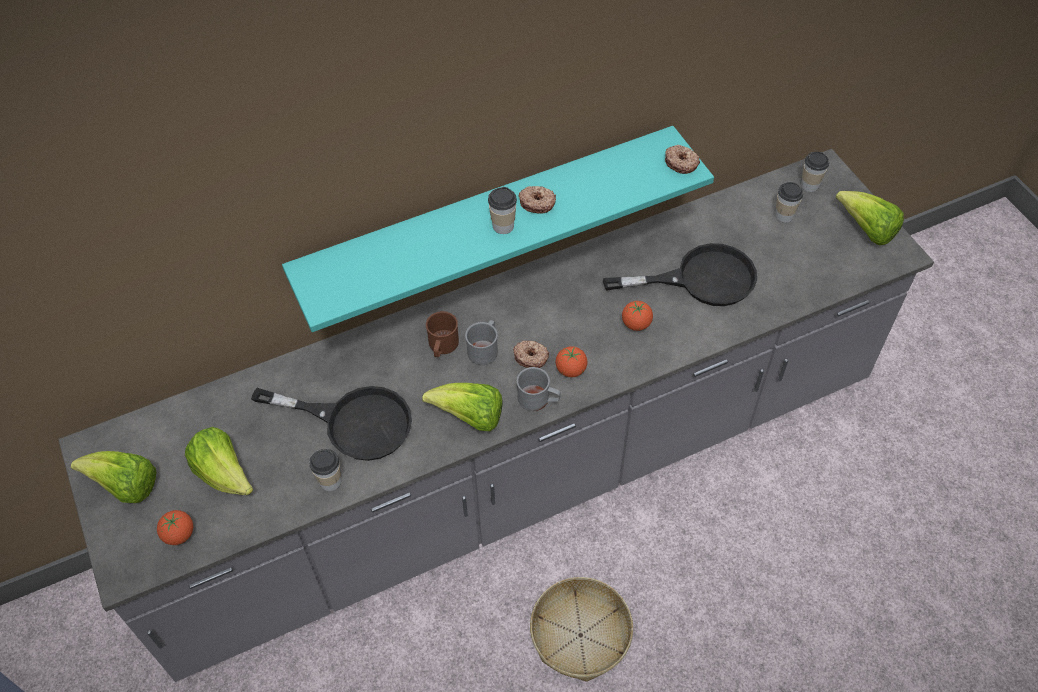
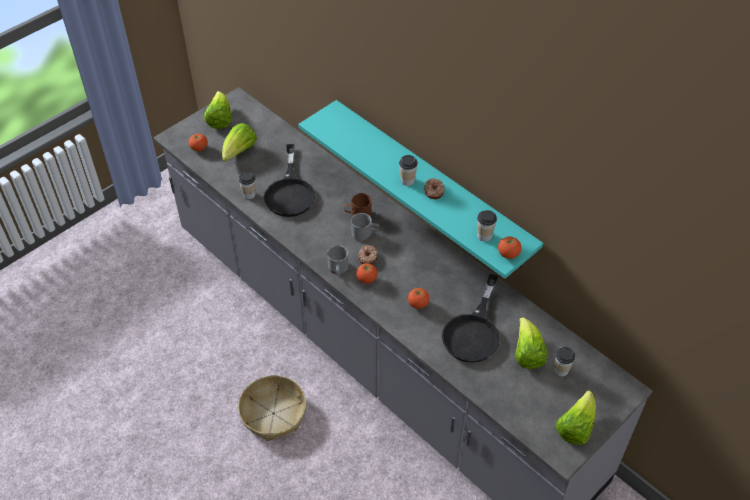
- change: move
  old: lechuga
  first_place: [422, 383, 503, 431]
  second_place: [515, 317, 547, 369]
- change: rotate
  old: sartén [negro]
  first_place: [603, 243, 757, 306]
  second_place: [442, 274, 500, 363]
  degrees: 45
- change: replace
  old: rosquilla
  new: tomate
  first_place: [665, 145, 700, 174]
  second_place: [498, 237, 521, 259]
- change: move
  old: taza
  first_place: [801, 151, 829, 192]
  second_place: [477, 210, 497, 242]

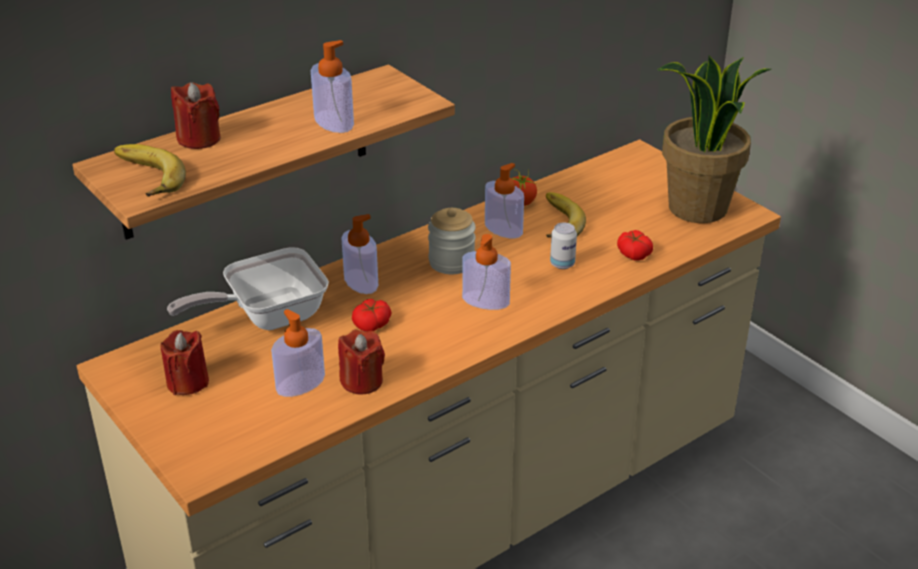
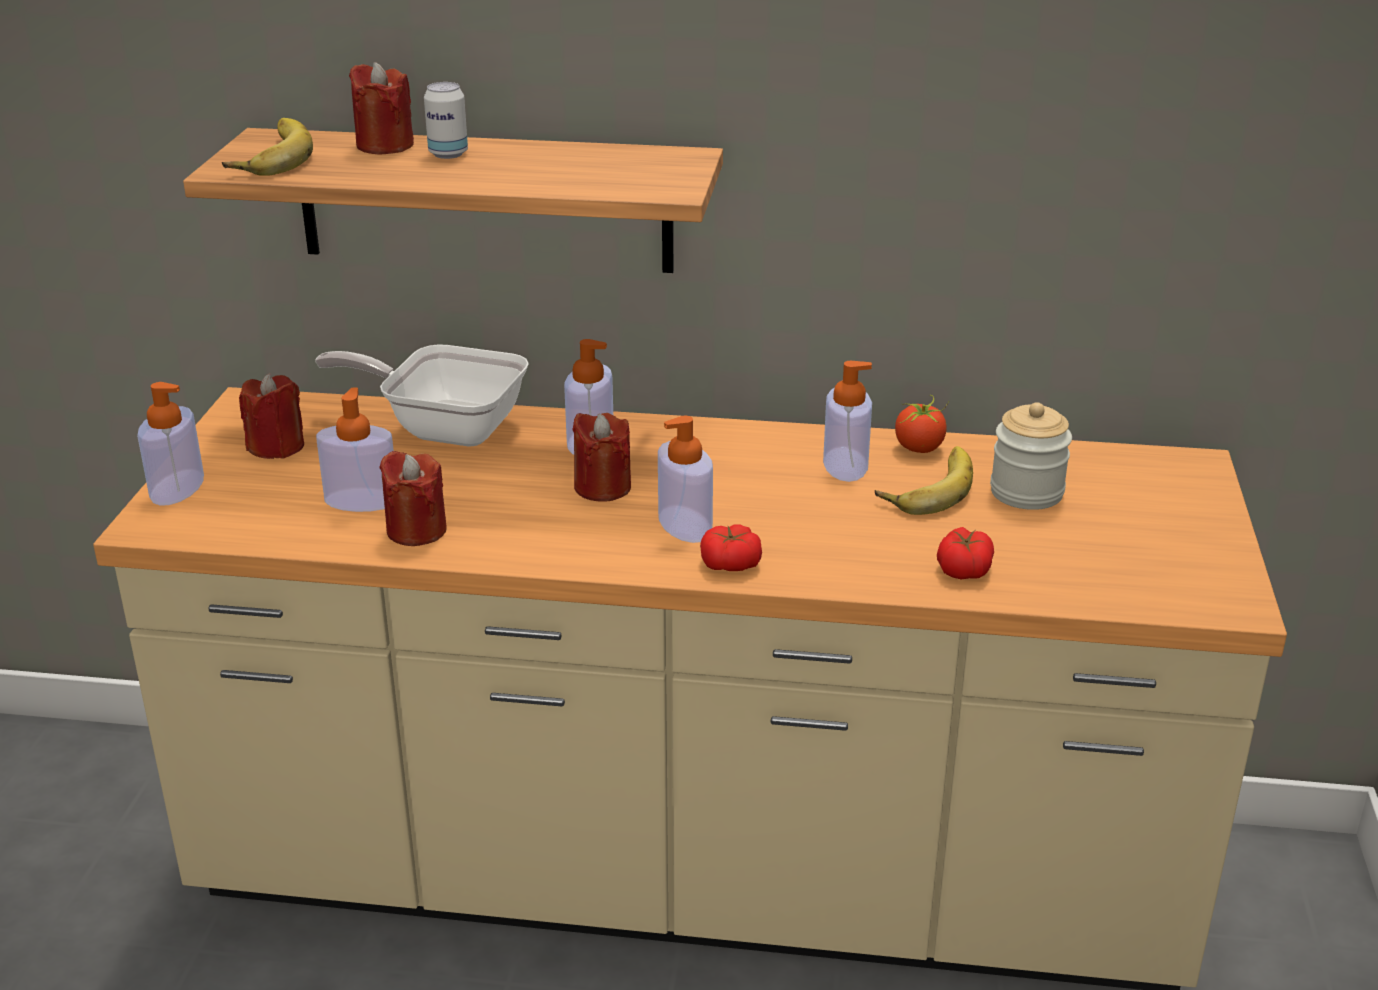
- change: move
  old: dispensador de jabón
  first_place: [311, 40, 354, 133]
  second_place: [137, 382, 204, 506]
- change: move
  old: tomate
  first_place: [352, 299, 392, 332]
  second_place: [700, 524, 762, 571]
- change: move
  old: tarro
  first_place: [428, 207, 476, 274]
  second_place: [990, 402, 1072, 510]
- change: move
  old: lata
  first_place: [550, 223, 577, 269]
  second_place: [424, 82, 468, 159]
- change: delete
  old: planta en maceta
  first_place: [658, 55, 771, 223]
- change: insert
  new: vela [rojo]
  second_place: [572, 413, 631, 502]

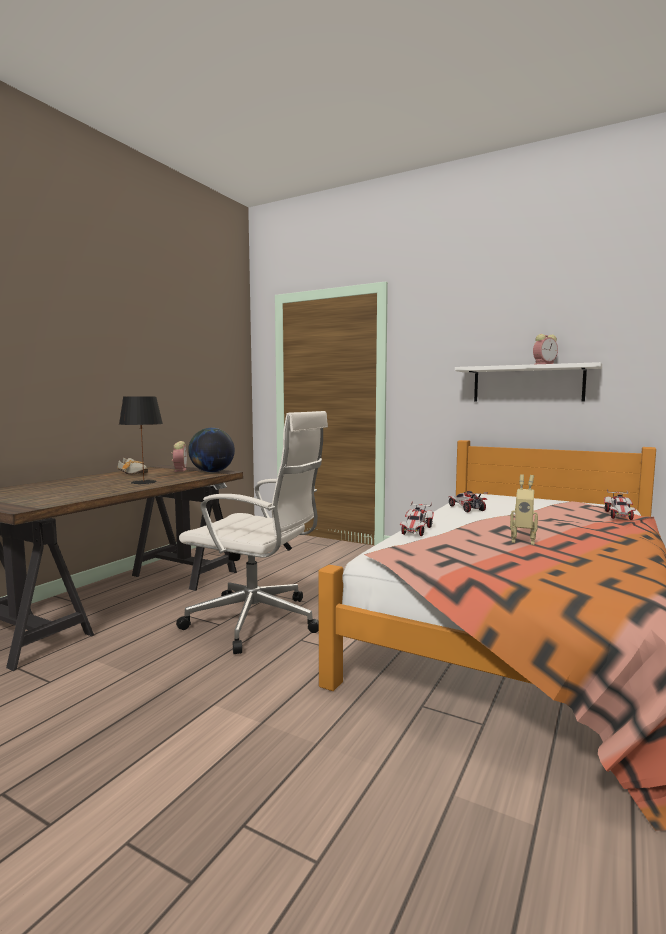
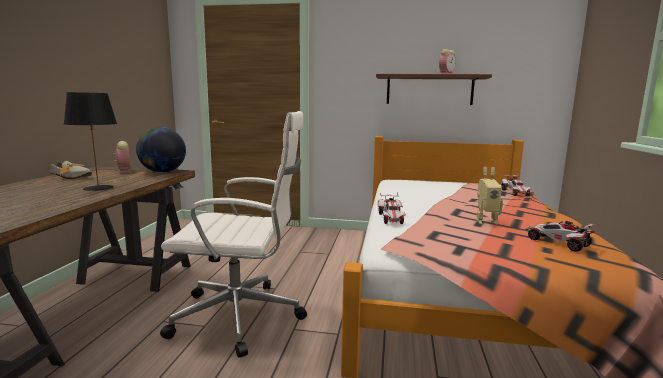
- change: move
  old: coche de juguete
  first_place: [449, 491, 488, 513]
  second_place: [525, 221, 600, 252]
- change: recolor
  old: estante [blanco]
  new: estante [marrón]
  first_place: [455, 362, 602, 402]
  second_place: [376, 74, 492, 105]

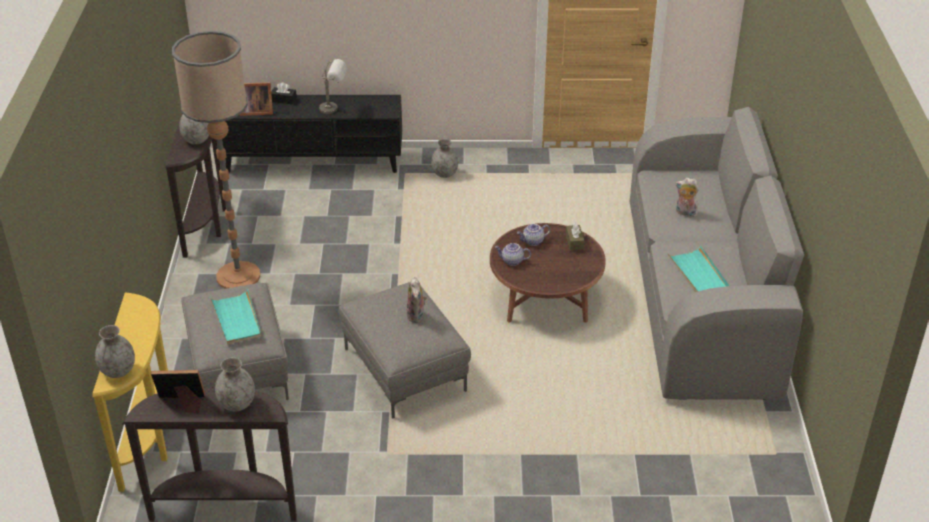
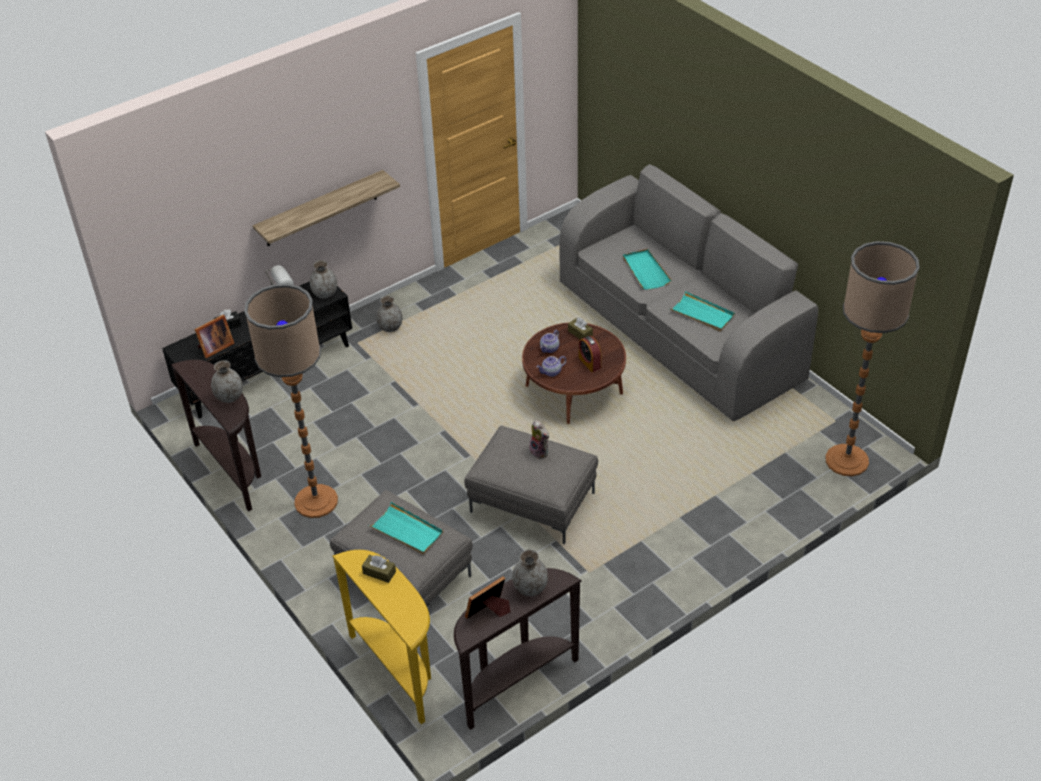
- change: move
  old: florero [gris]
  first_place: [95, 325, 135, 378]
  second_place: [310, 260, 337, 299]
- change: replace
  old: peluche
  new: bandeja [turquesa]
  first_place: [675, 178, 699, 217]
  second_place: [623, 249, 671, 290]
- change: insert
  new: estante
  second_place: [253, 170, 400, 246]
- change: insert
  new: caja de pañuelos [marrón]
  second_place: [362, 555, 396, 583]
- change: insert
  new: despertador
  second_place: [579, 336, 601, 372]
- change: insert
  new: lámpara de pie
  second_place: [825, 241, 920, 476]

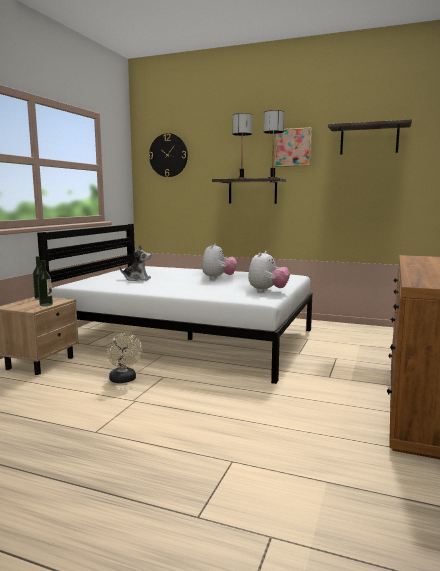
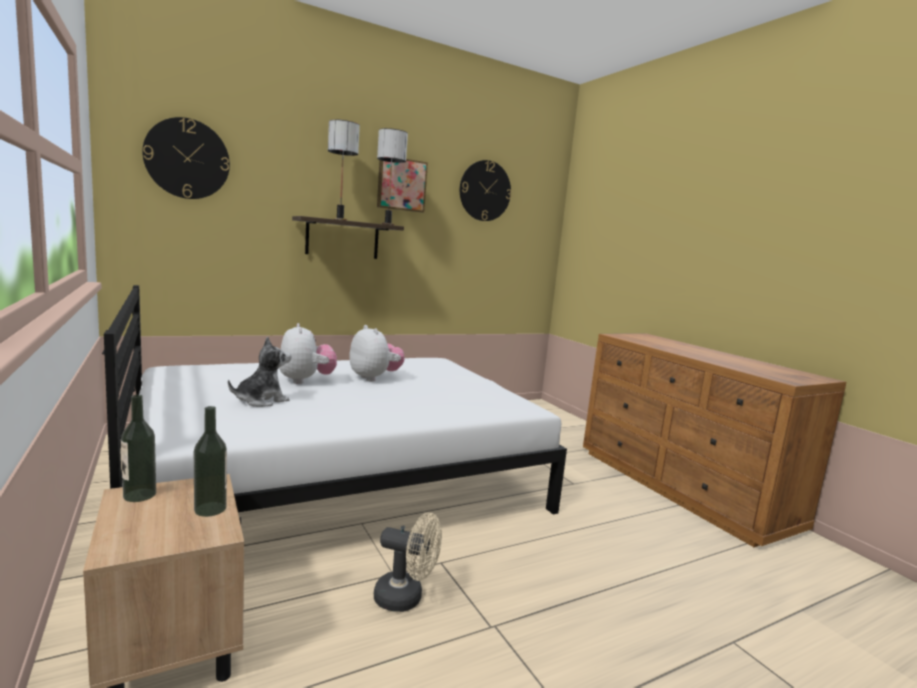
- change: move
  old: peluche
  first_place: [248, 251, 290, 292]
  second_place: [279, 323, 337, 384]
- change: replace
  old: estante
  new: reloj de pared
  first_place: [328, 119, 412, 155]
  second_place: [460, 160, 512, 221]

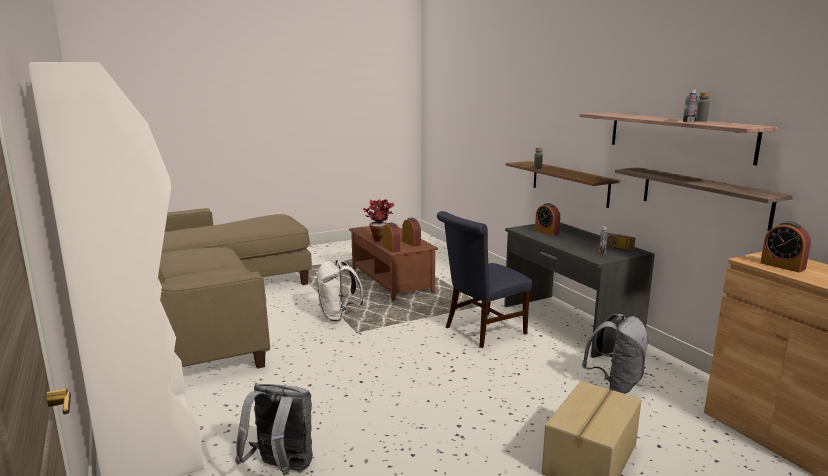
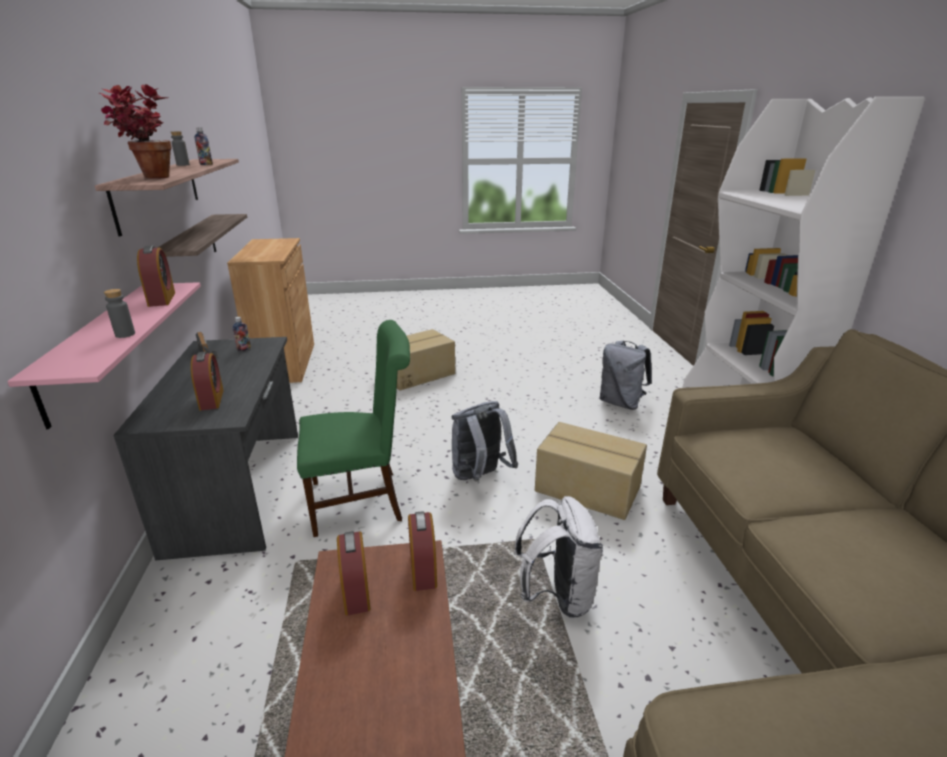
- change: move
  old: planta en maceta
  first_place: [363, 199, 394, 242]
  second_place: [99, 84, 171, 179]
- change: recolor
  old: silla [azul]
  new: silla [verde]
  first_place: [437, 211, 532, 348]
  second_place: [297, 320, 410, 537]
- change: recolor
  old: estante [marrón]
  new: estante [rosa]
  first_place: [506, 161, 620, 208]
  second_place: [7, 282, 201, 429]
- change: move
  old: mochila [gris]
  first_place: [582, 314, 649, 394]
  second_place: [452, 401, 518, 482]
- change: move
  old: despertador
  first_place: [760, 221, 811, 273]
  second_place: [137, 245, 175, 307]
- change: insert
  new: caja de cartón
  second_place: [535, 422, 647, 520]

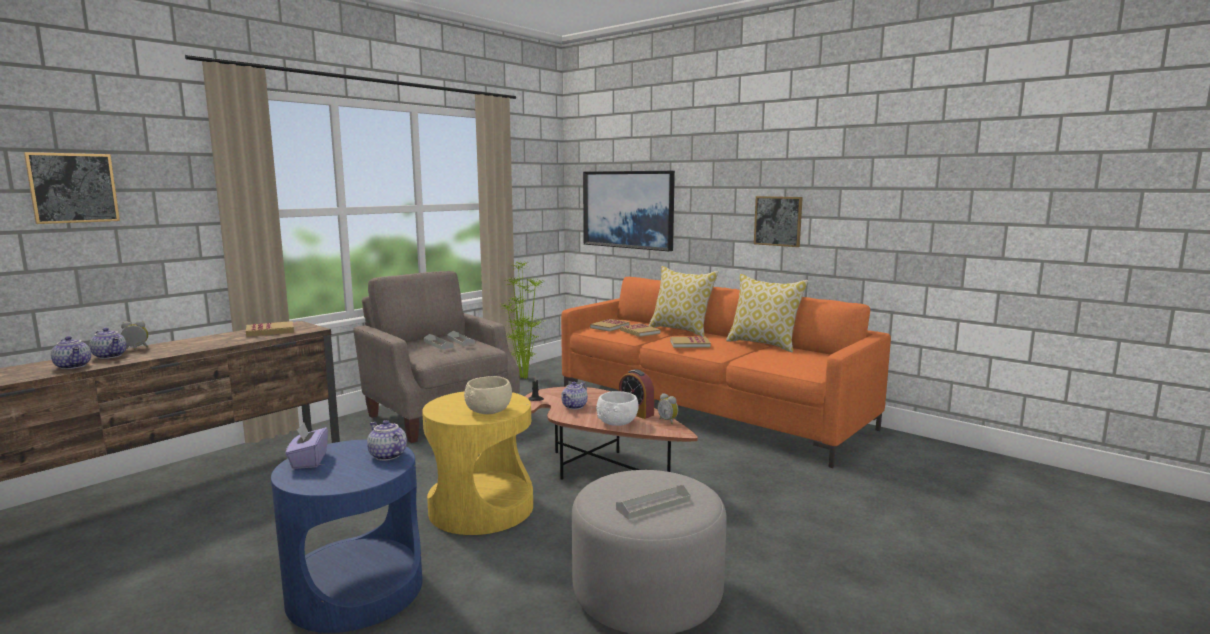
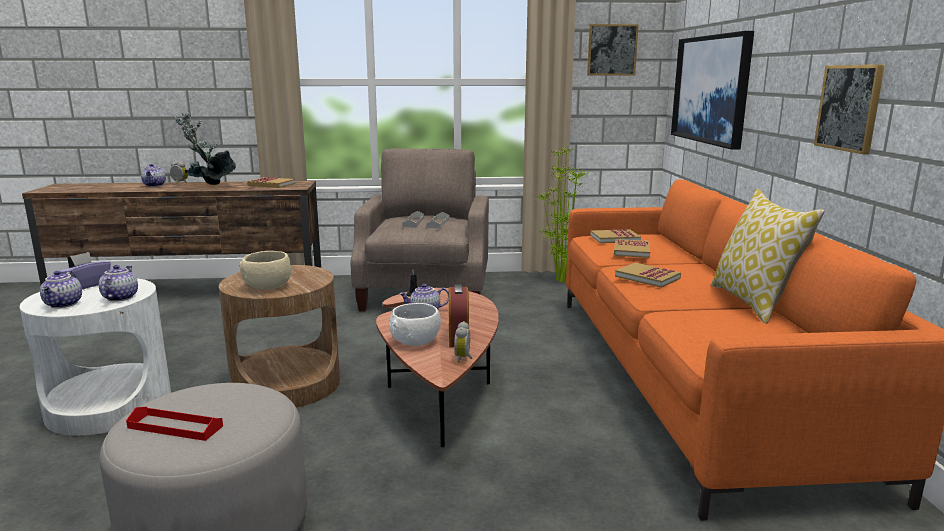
- change: move
  old: cuadro
  first_place: [24, 152, 120, 224]
  second_place: [587, 24, 639, 75]
- change: move
  old: tetera
  first_place: [51, 336, 91, 369]
  second_place: [40, 271, 82, 308]
- change: recolor
  old: mesa auxiliar [azul]
  new: mesa auxiliar [blanco]
  first_place: [271, 440, 422, 633]
  second_place: [19, 278, 171, 436]
- change: recolor
  old: mesa auxiliar [amarillo]
  new: mesa auxiliar [marrón]
  first_place: [422, 391, 533, 535]
  second_place: [219, 265, 340, 408]
- change: recolor
  old: bandeja [gris]
  new: bandeja [rojo]
  first_place: [616, 485, 691, 520]
  second_place: [126, 407, 223, 441]
- change: delete
  old: cojín
  first_place: [649, 266, 719, 337]
- change: insert
  new: planta en maceta
  second_place: [174, 111, 236, 185]

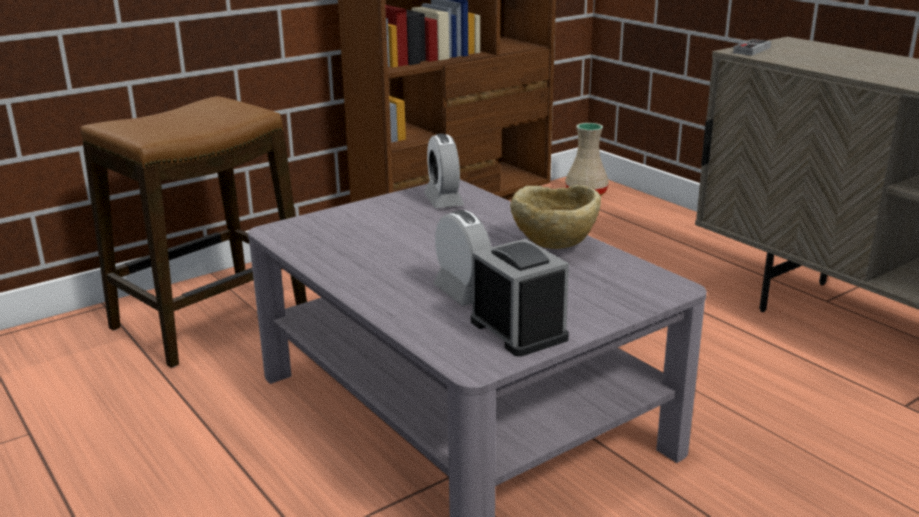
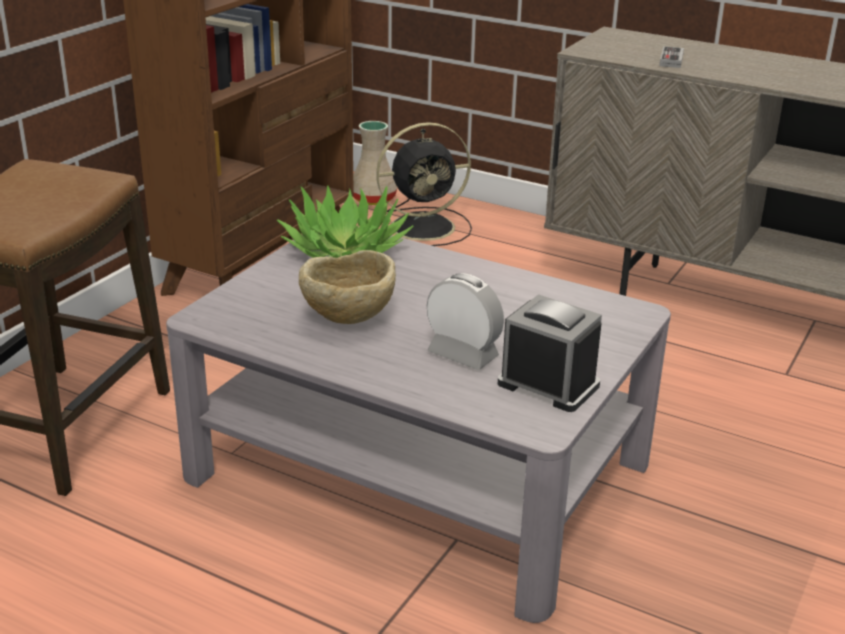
- change: replace
  old: despertador
  new: planta en maceta
  first_place: [424, 134, 464, 208]
  second_place: [277, 185, 413, 258]
- change: move
  old: cuenco [beis]
  first_place: [510, 185, 601, 249]
  second_place: [299, 250, 396, 324]
- change: move
  old: mando de consola
  first_place: [733, 39, 771, 56]
  second_place: [659, 46, 684, 68]
- change: insert
  new: ventilador [negro]
  second_place: [376, 122, 472, 246]

